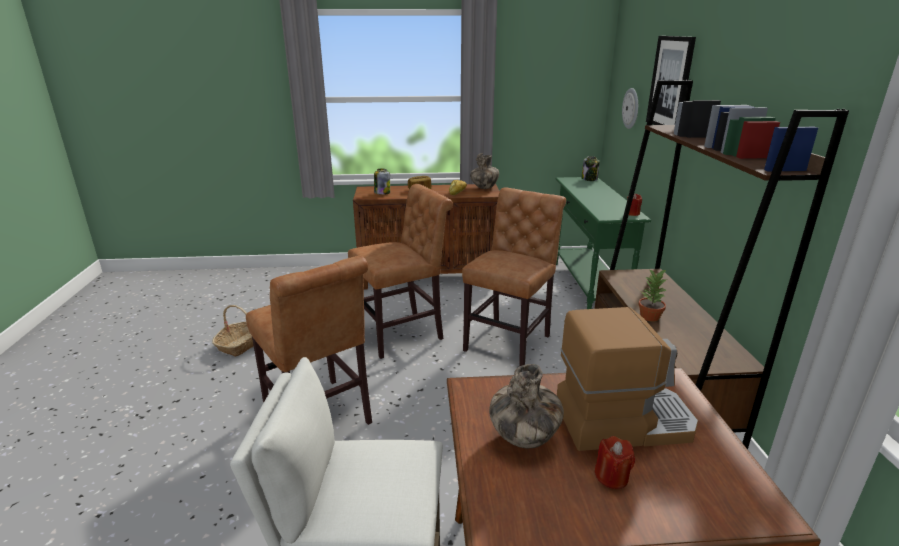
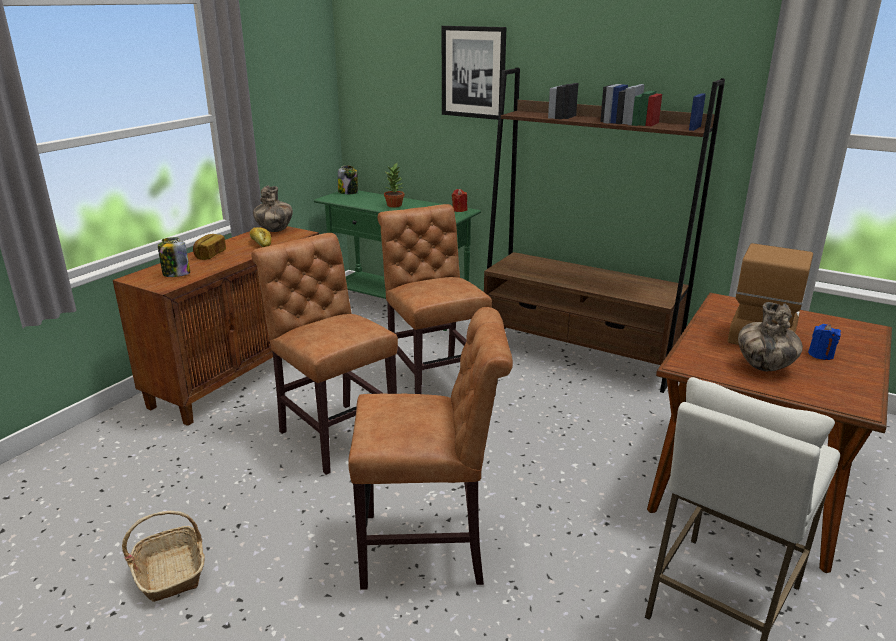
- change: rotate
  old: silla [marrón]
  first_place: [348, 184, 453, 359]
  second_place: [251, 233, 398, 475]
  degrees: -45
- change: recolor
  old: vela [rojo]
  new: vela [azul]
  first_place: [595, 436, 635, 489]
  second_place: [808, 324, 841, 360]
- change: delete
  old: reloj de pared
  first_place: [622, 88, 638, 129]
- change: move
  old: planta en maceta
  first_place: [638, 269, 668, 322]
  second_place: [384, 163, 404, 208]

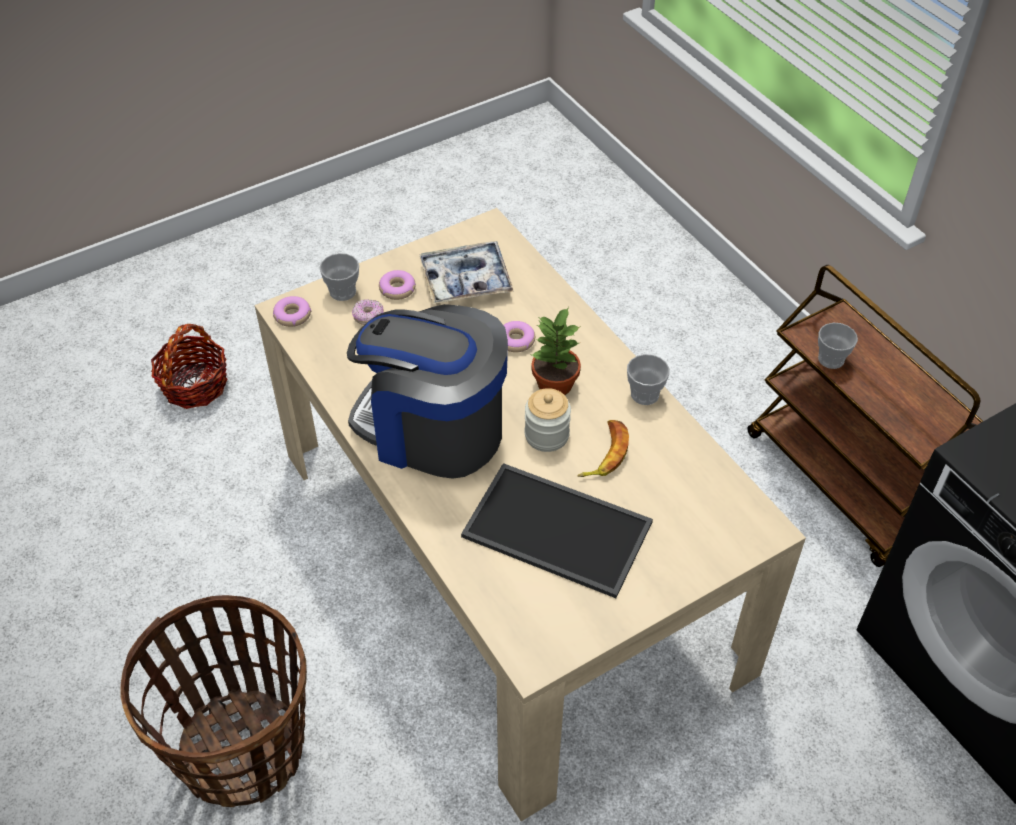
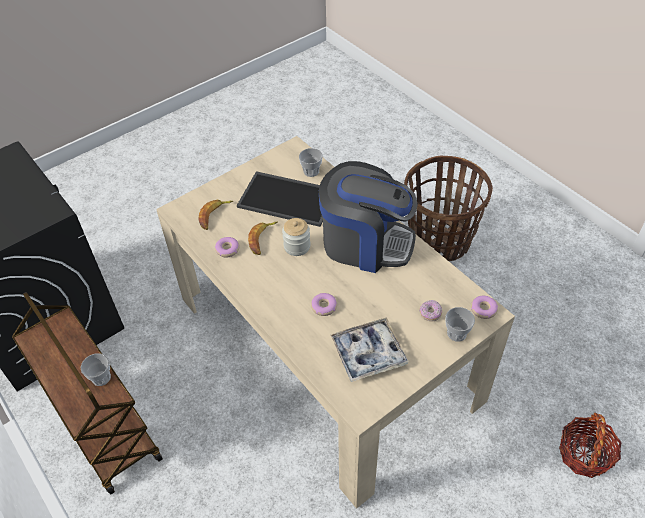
- change: move
  old: rosquilla
  first_place: [379, 270, 416, 300]
  second_place: [215, 237, 240, 257]
- change: delete
  old: planta en maceta
  first_place: [531, 307, 581, 395]
- change: move
  old: taza
  first_place: [627, 354, 670, 405]
  second_place: [299, 148, 323, 177]
- change: insert
  new: plátano
  second_place: [198, 200, 233, 230]

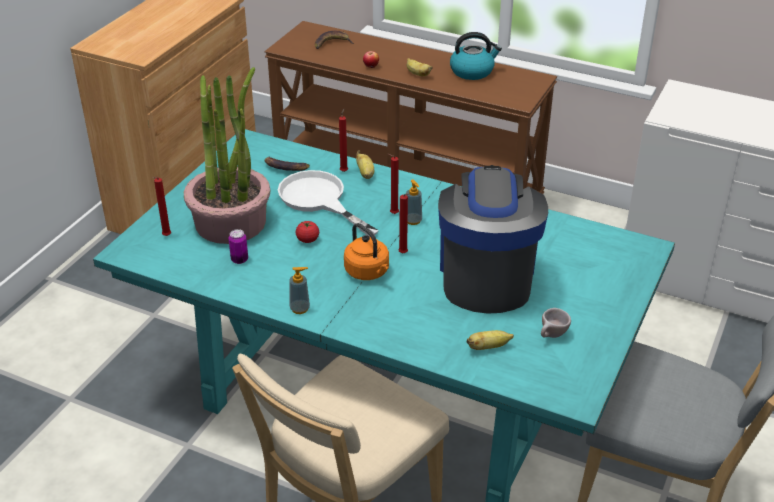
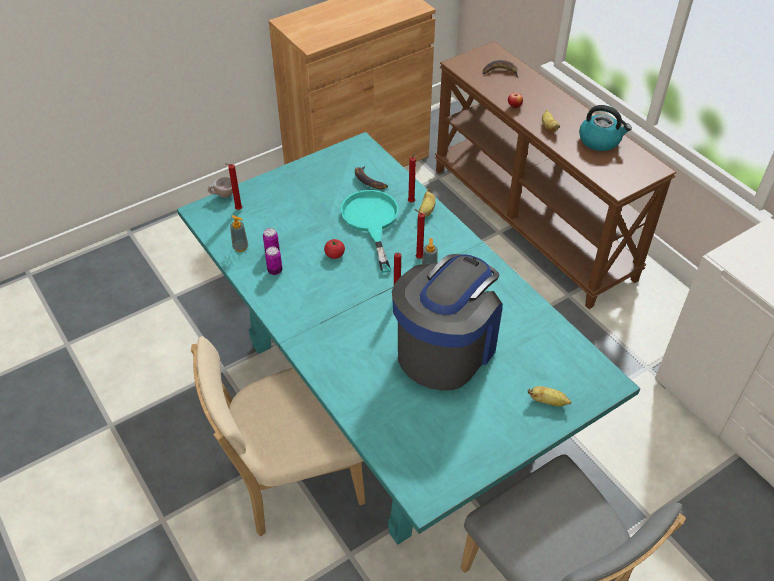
- change: delete
  old: planta en maceta
  first_place: [184, 67, 270, 244]
- change: recolor
  old: sartén [blanco]
  new: sartén [turquesa]
  first_place: [278, 170, 379, 237]
  second_place: [341, 190, 399, 273]
- change: move
  old: dispensador de jabón
  first_place: [289, 267, 310, 314]
  second_place: [230, 215, 248, 252]
- change: delete
  old: hervidor [naranja]
  first_place: [344, 223, 389, 280]
- change: move
  old: plátano
  first_place: [467, 330, 514, 350]
  second_place: [528, 386, 571, 406]
- change: move
  old: taza [beis]
  first_place: [541, 308, 571, 338]
  second_place: [208, 176, 233, 198]
- change: insert
  new: lata
  second_place: [265, 247, 282, 275]

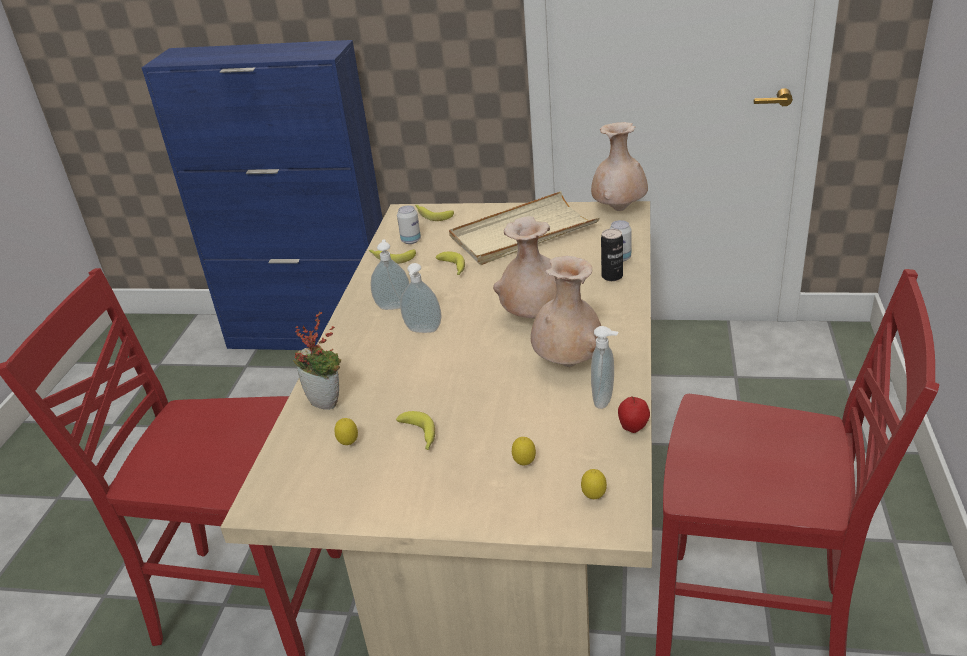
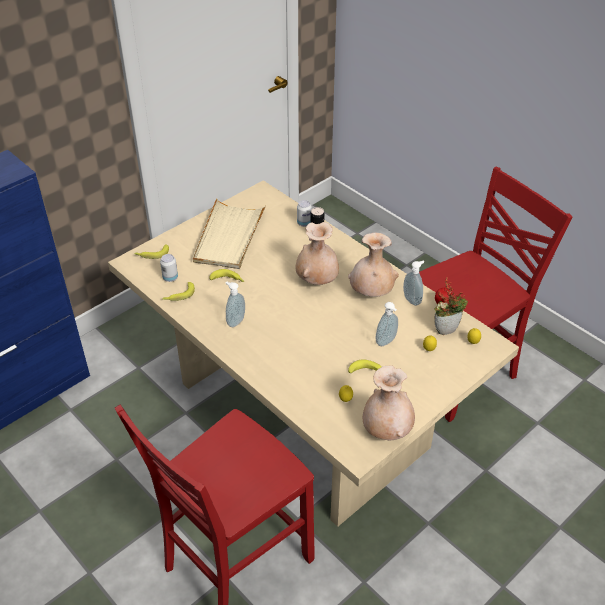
- change: move
  old: planta en maceta
  first_place: [292, 311, 341, 410]
  second_place: [434, 277, 468, 335]
- change: move
  old: dispensador de jabón
  first_place: [400, 263, 442, 333]
  second_place: [376, 302, 398, 346]
- change: move
  old: florero [beis]
  first_place: [591, 122, 648, 211]
  second_place: [363, 365, 415, 440]

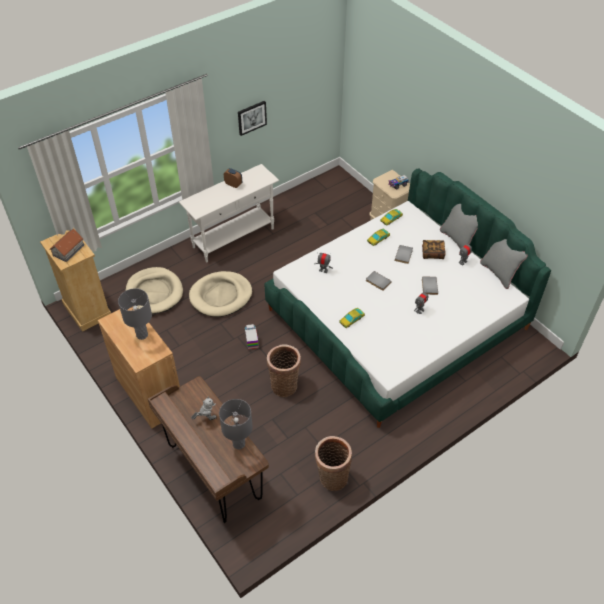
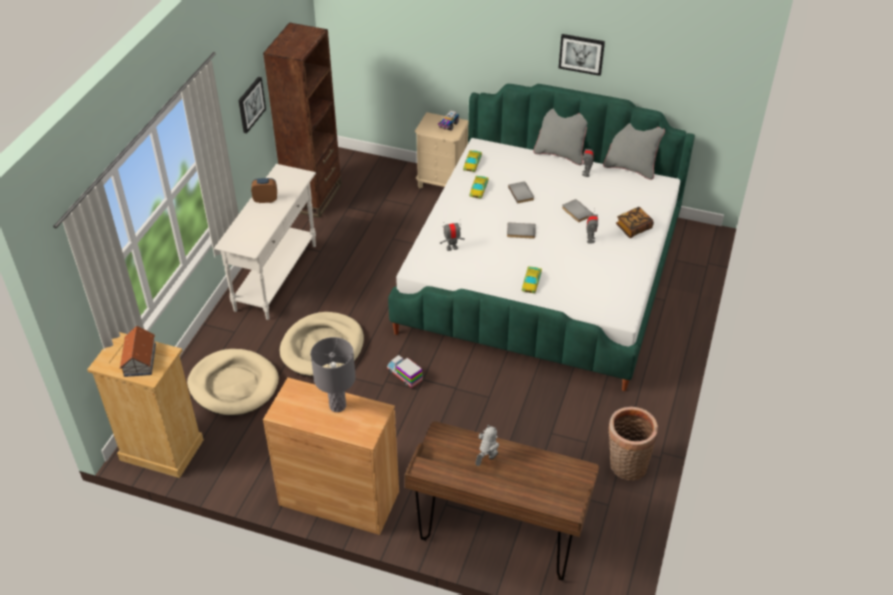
- change: delete
  old: lámpara de mesa [gris]
  first_place: [219, 399, 253, 449]
- change: delete
  old: cesta
  first_place: [267, 344, 301, 397]
- change: move
  old: libro
  first_place: [422, 240, 445, 259]
  second_place: [616, 207, 654, 238]
- change: insert
  new: estantería [marrón]
  second_place: [263, 22, 342, 218]
- change: insert
  new: cuadro
  second_place: [559, 34, 605, 76]

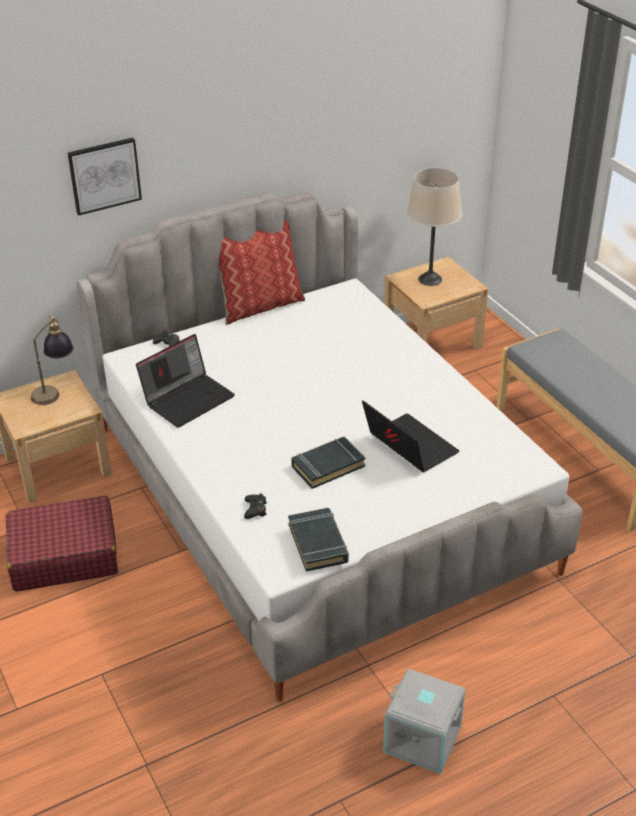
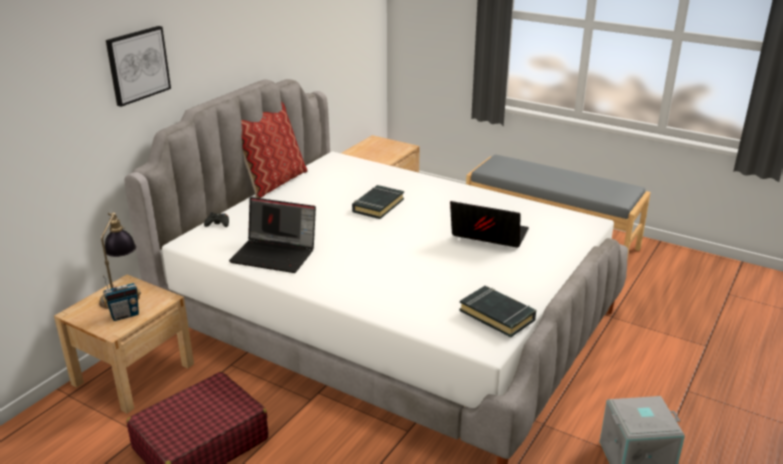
- change: rotate
  old: portátil
  first_place: [136, 334, 235, 428]
  second_place: [229, 197, 316, 273]
  degrees: 90
- change: delete
  old: mando de consola [negro]
  first_place: [244, 494, 267, 519]
- change: move
  old: libro [negro]
  first_place: [291, 437, 365, 489]
  second_place: [352, 185, 404, 219]
- change: delete
  old: lámpara de mesa [beis]
  first_place: [407, 168, 462, 286]
- change: insert
  new: radio
  second_place: [102, 275, 141, 321]

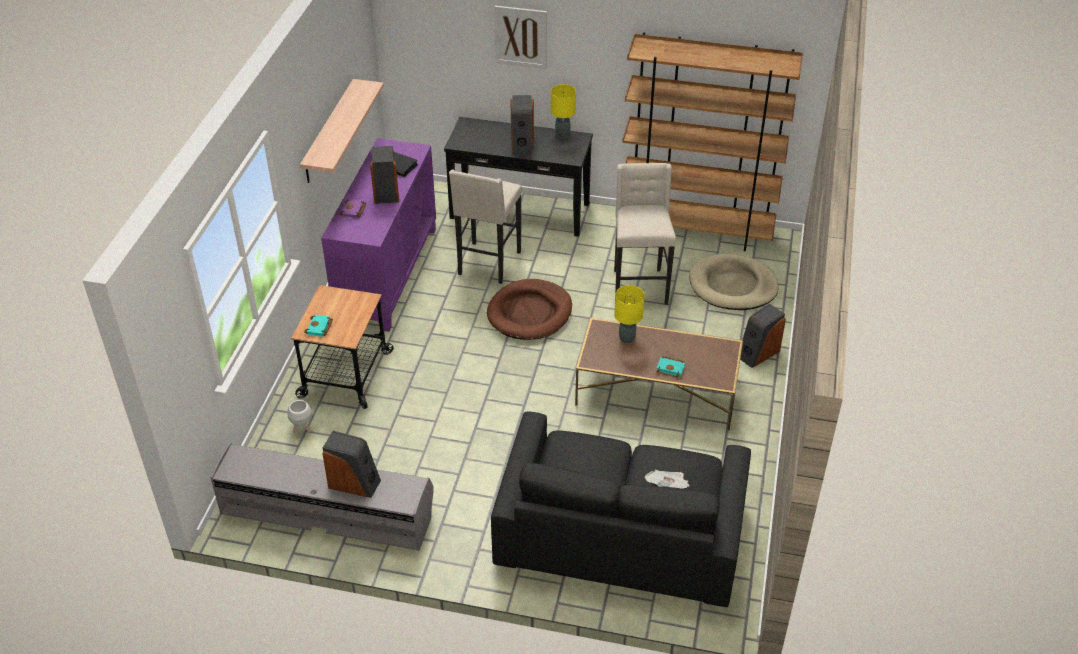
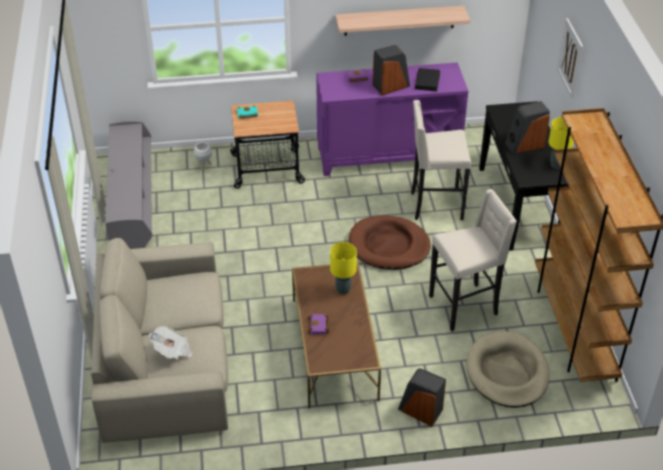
- change: delete
  old: altavoz
  first_place: [323, 431, 381, 498]
- change: recolor
  old: sofá [negro]
  new: sofá [beis]
  first_place: [491, 412, 751, 607]
  second_place: [91, 238, 228, 443]
- change: recolor
  old: libro [turquesa]
  new: libro [morado]
  first_place: [656, 356, 685, 377]
  second_place: [308, 314, 330, 334]

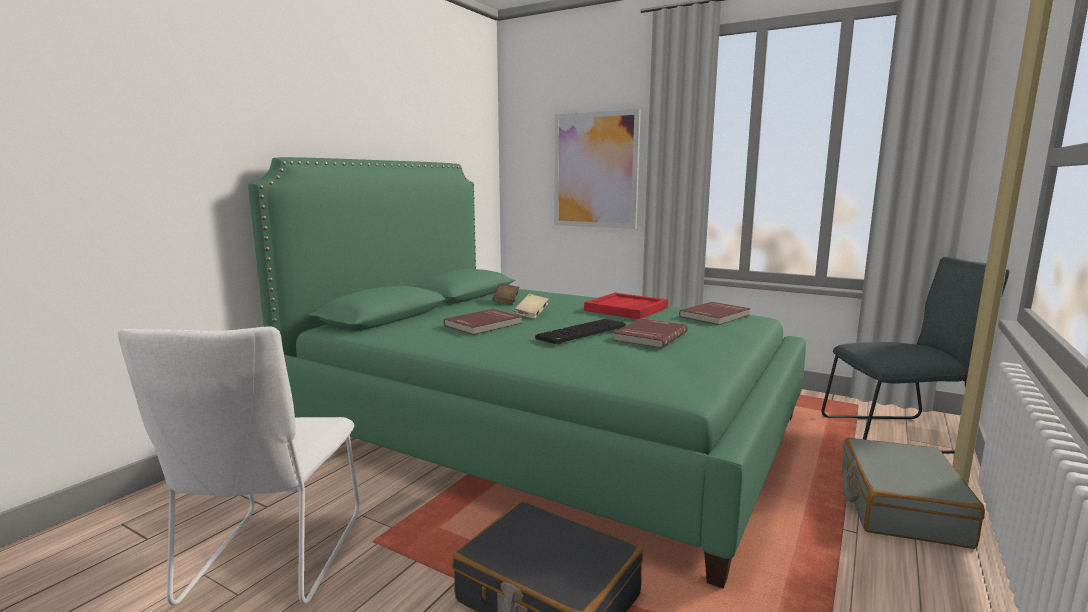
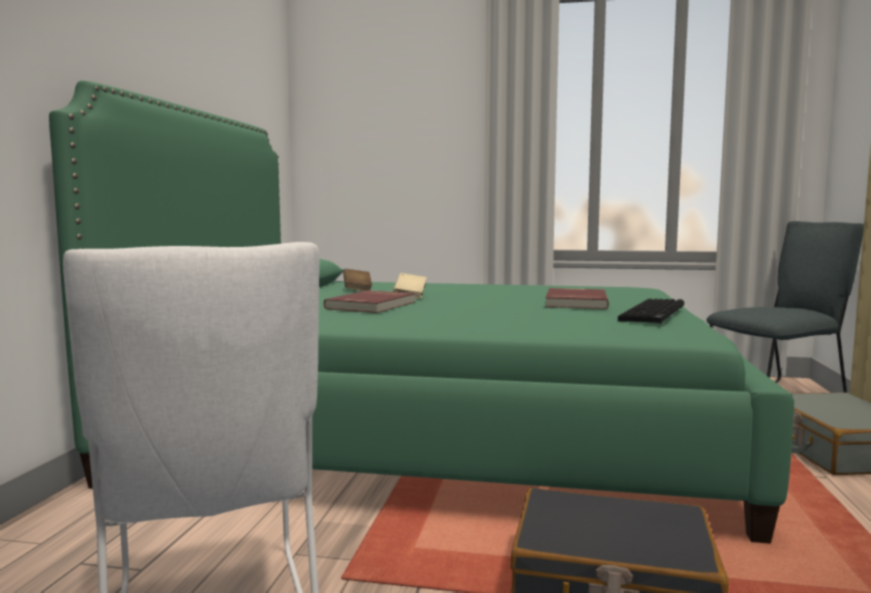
- change: move
  old: teclado
  first_place: [535, 319, 626, 345]
  second_place: [618, 299, 684, 324]
- change: delete
  old: cuadro
  first_place: [554, 109, 641, 229]
- change: delete
  old: bandeja [rojo]
  first_place: [584, 293, 668, 319]
- change: delete
  old: libro [rojo]
  first_place: [679, 302, 751, 325]

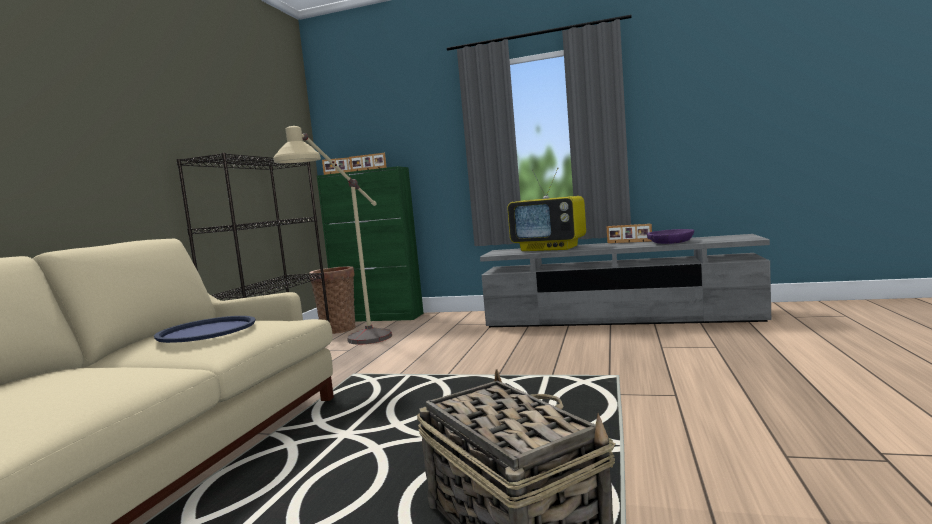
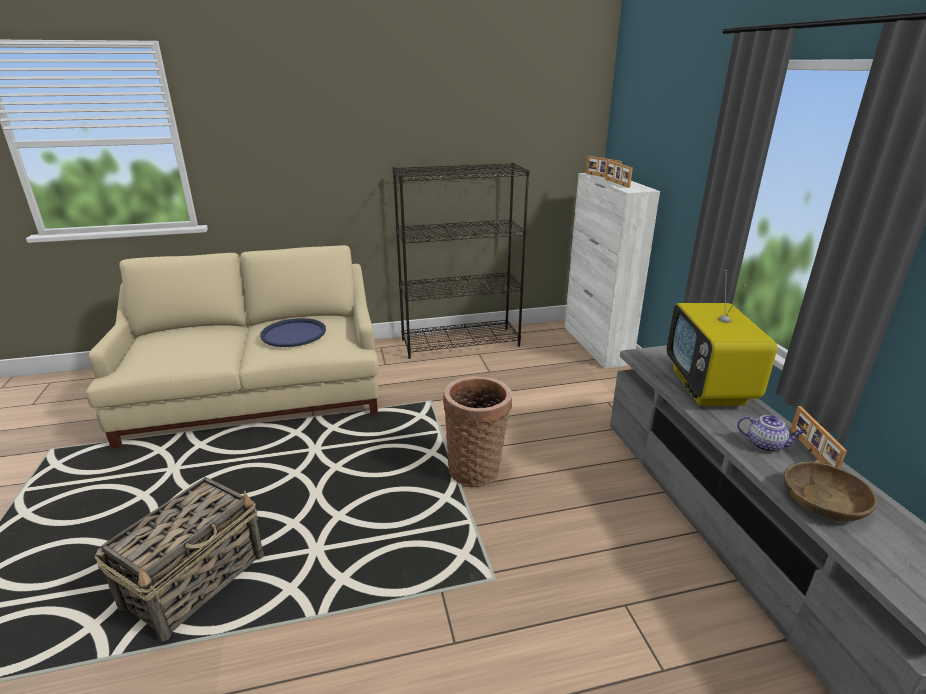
- change: delete
  old: lámpara de pie [beis]
  first_place: [274, 126, 392, 345]
- change: move
  old: cesta
  first_place: [309, 266, 356, 334]
  second_place: [443, 376, 512, 487]
- change: recolor
  old: armario [verde]
  new: armario [blanco]
  first_place: [317, 166, 424, 322]
  second_place: [565, 173, 660, 369]
- change: recolor
  old: cuenco [morado]
  new: cuenco [marrón]
  first_place: [647, 229, 694, 244]
  second_place: [784, 460, 877, 522]
- change: insert
  new: tetera
  second_place: [737, 415, 805, 452]

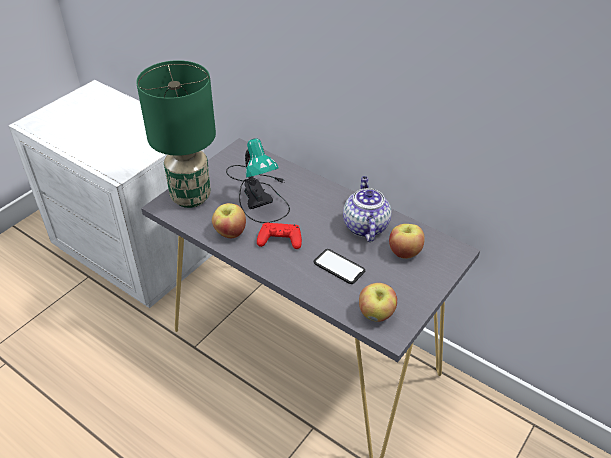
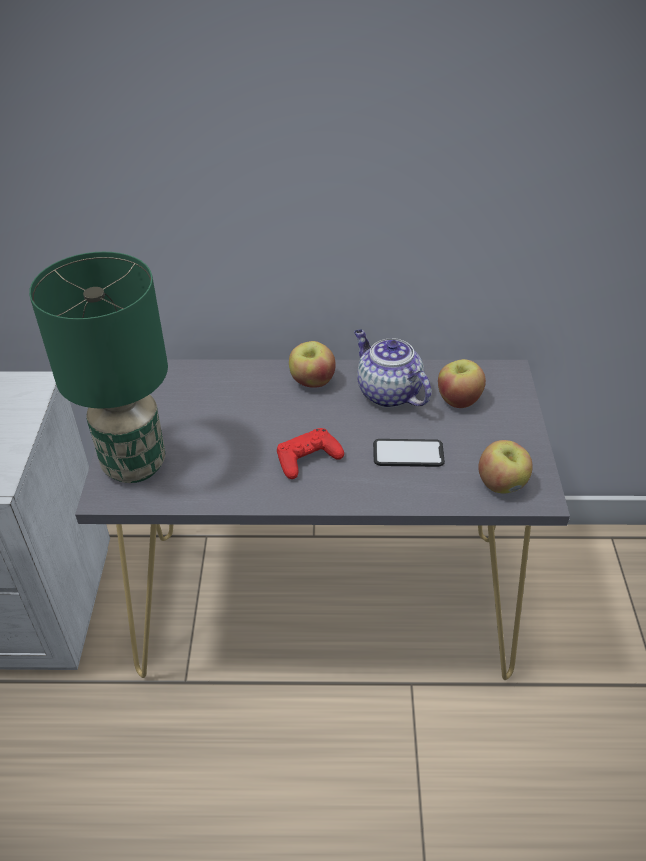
- change: move
  old: manzana
  first_place: [212, 203, 246, 238]
  second_place: [289, 341, 336, 388]
- change: delete
  old: lámpara de mesa
  first_place: [226, 138, 290, 223]

